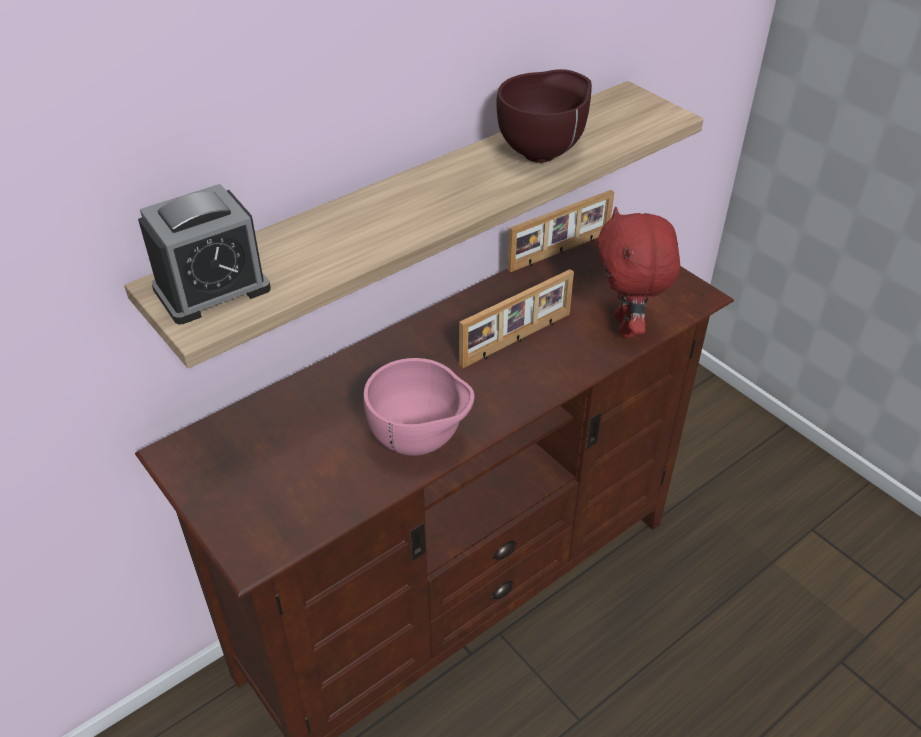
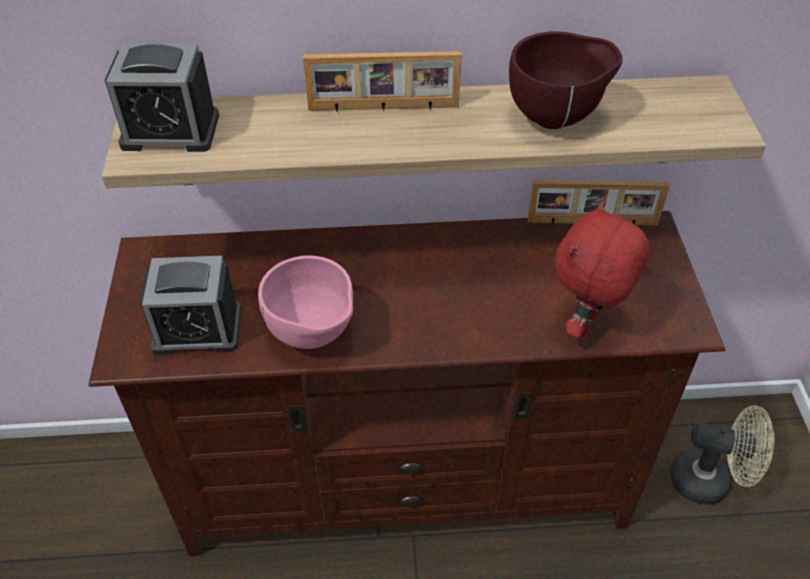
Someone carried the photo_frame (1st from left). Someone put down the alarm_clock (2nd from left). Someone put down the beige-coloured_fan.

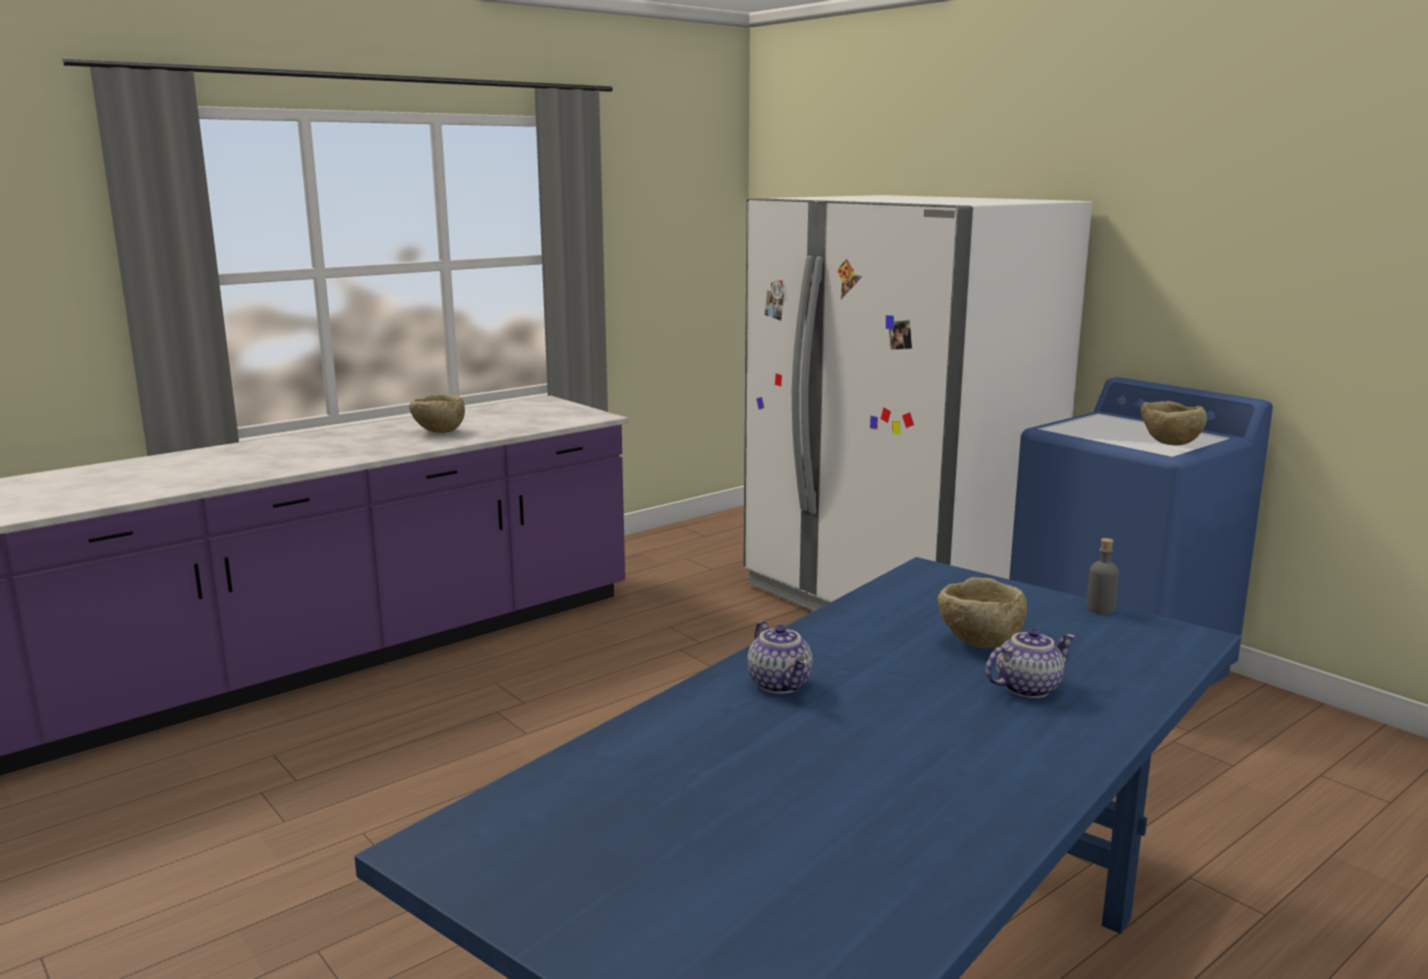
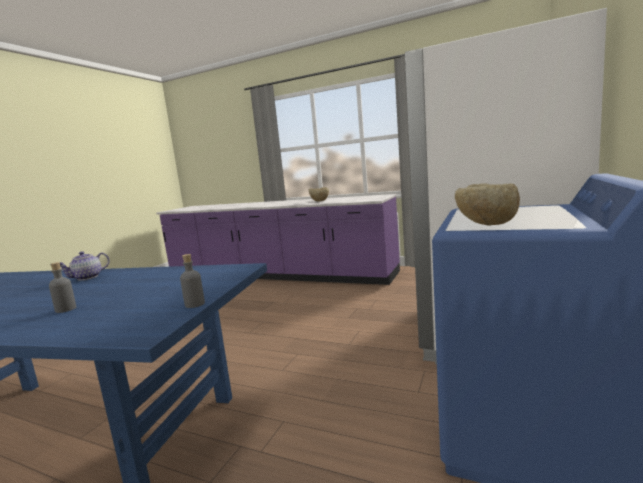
Someone took away the beige-coloured_deep_dish (2nd from left). Someone swapped the pot_for_tea (2nd from left) for the grey_beverage_bottle (1st from left).

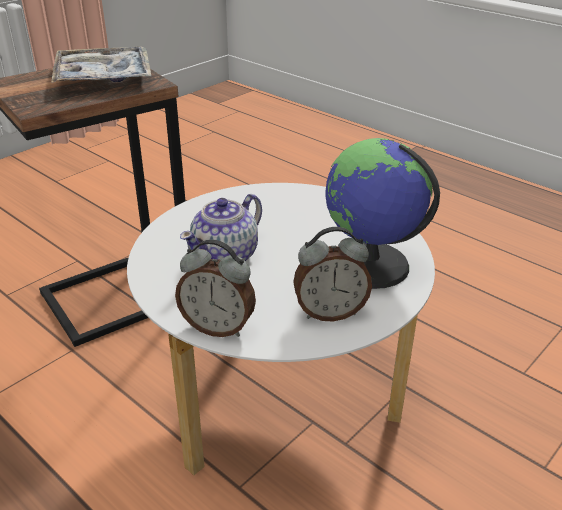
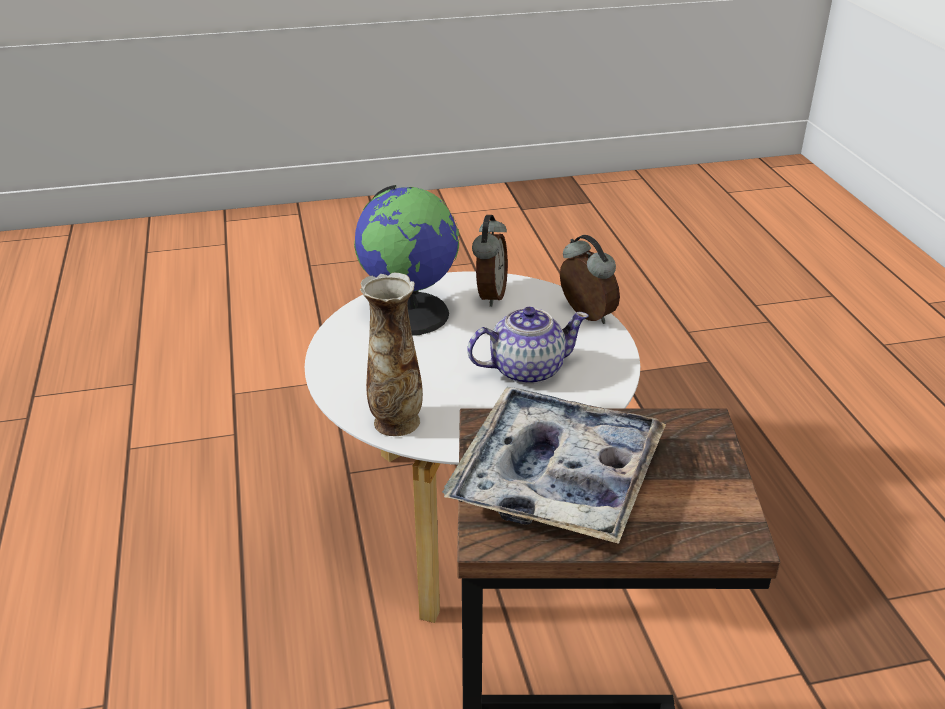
Someone rotated the alarm_clock (2nd from left in the first image) by 75 degrees clockwise. Someone put down the decorative_vase.

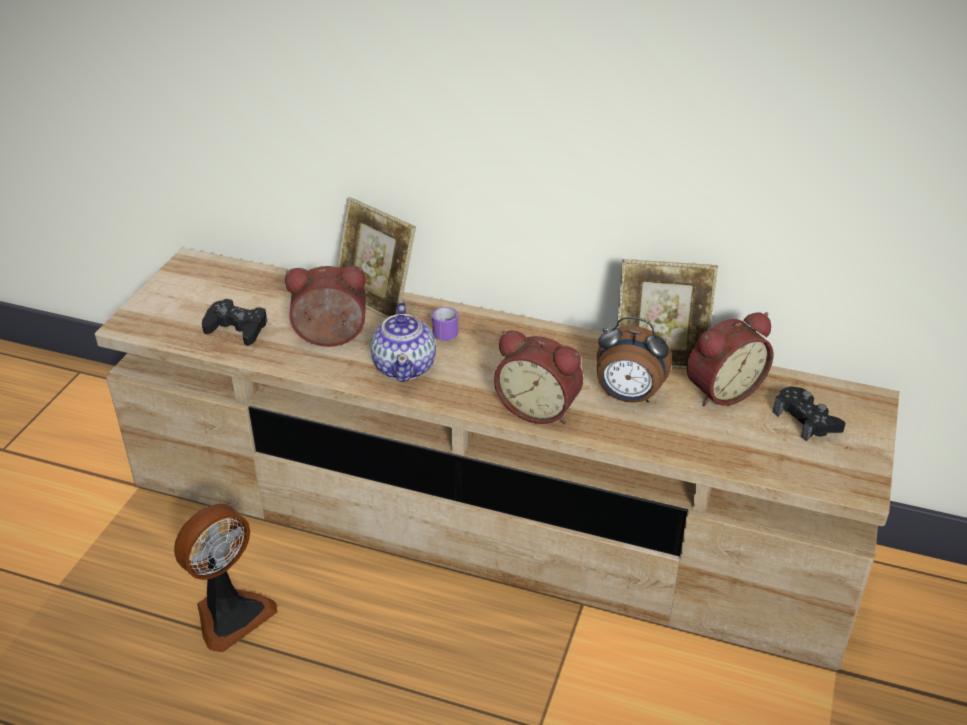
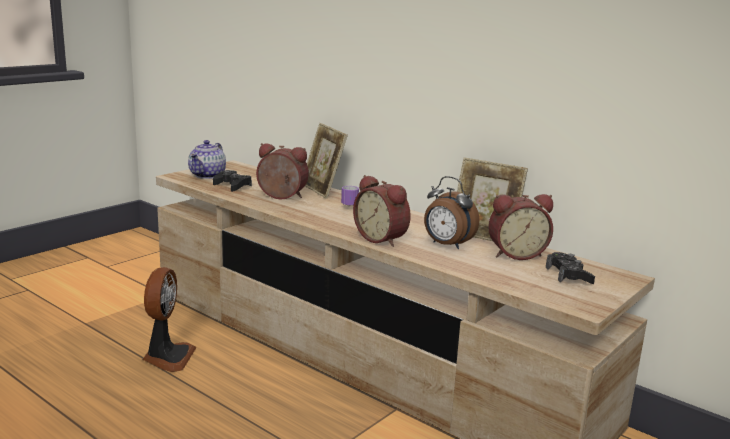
Someone rotated the fan by 60 degrees counterclockwise. Someone carried the pot_for_tea.

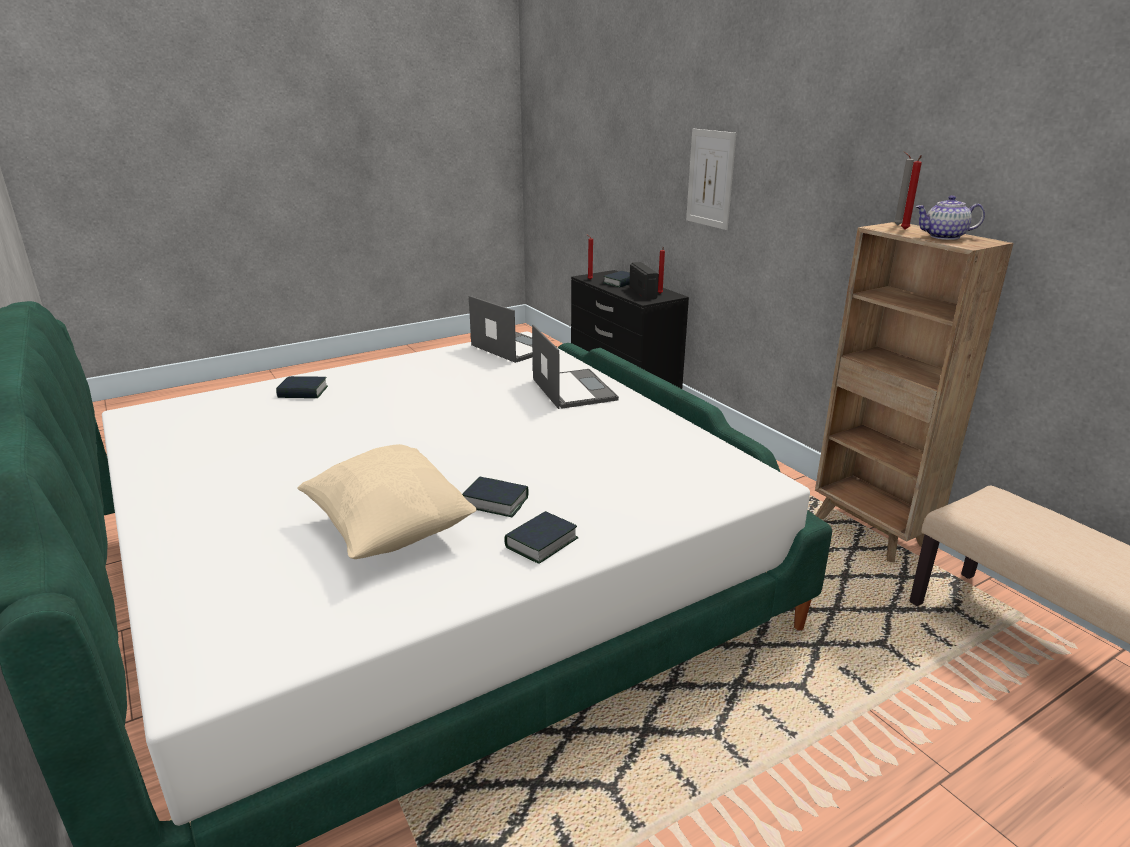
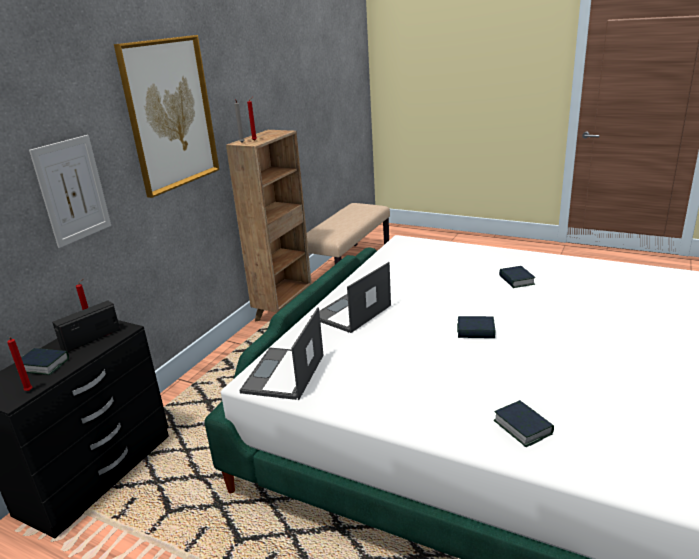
Someone took away the beige-coloured_throw_pillow. Someone carried the bound_book (3rd from left in the first image). Someone took away the pot_for_tea. Someone put up the picture (2nd from left).

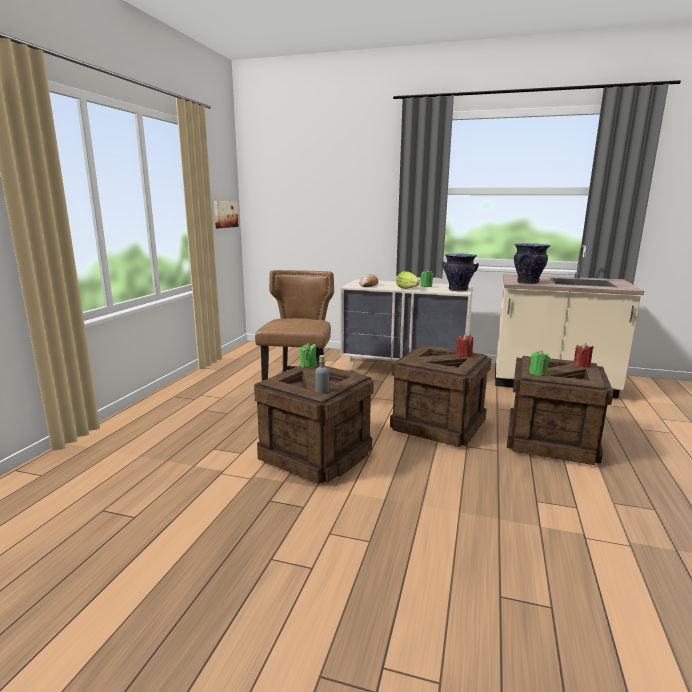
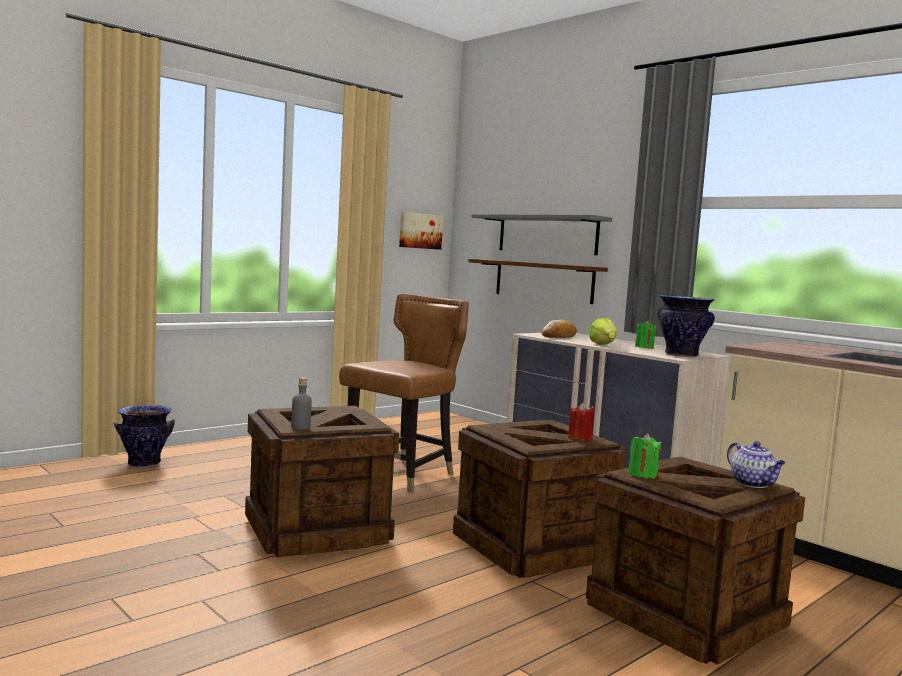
Someone took away the greenish_wax_light (1st from left). Someone carried the decorative_vase (2nd from left in the first image). Someone swapped the reddish_wax_light (2nd from left) for the pot_for_tea. Someone put up the brown_wall_shelf. Someone put up the grey_wall_shelf.

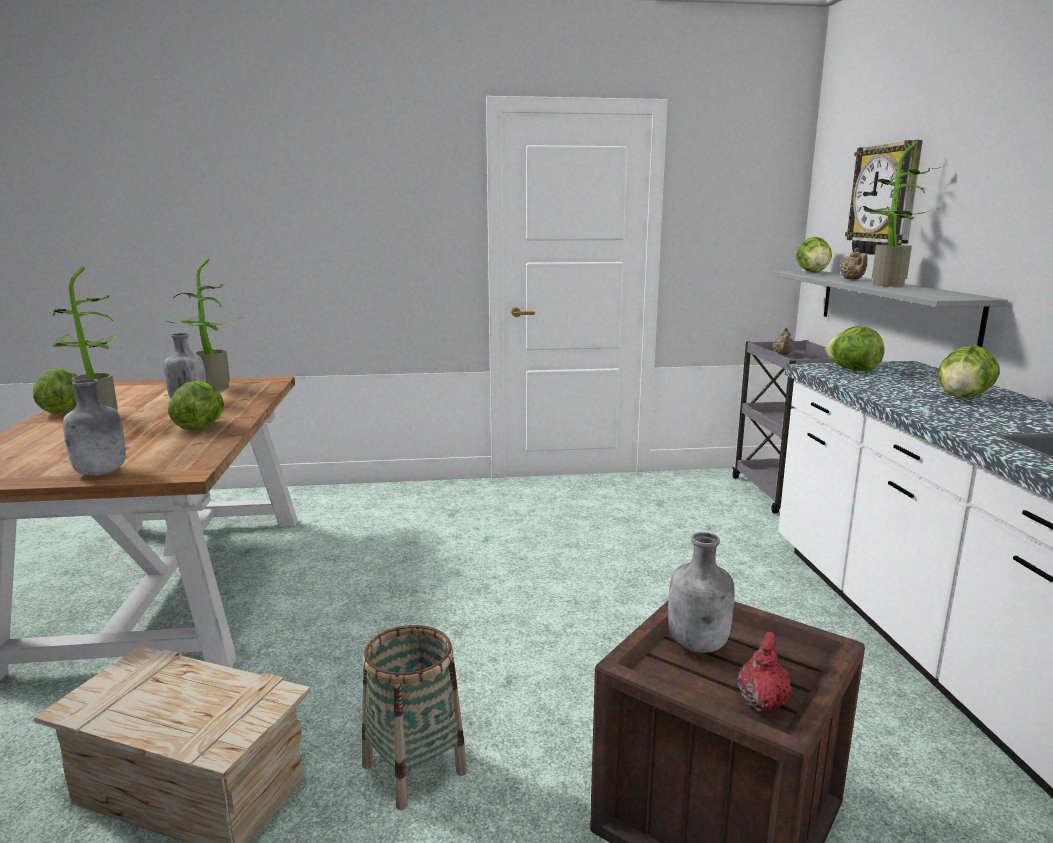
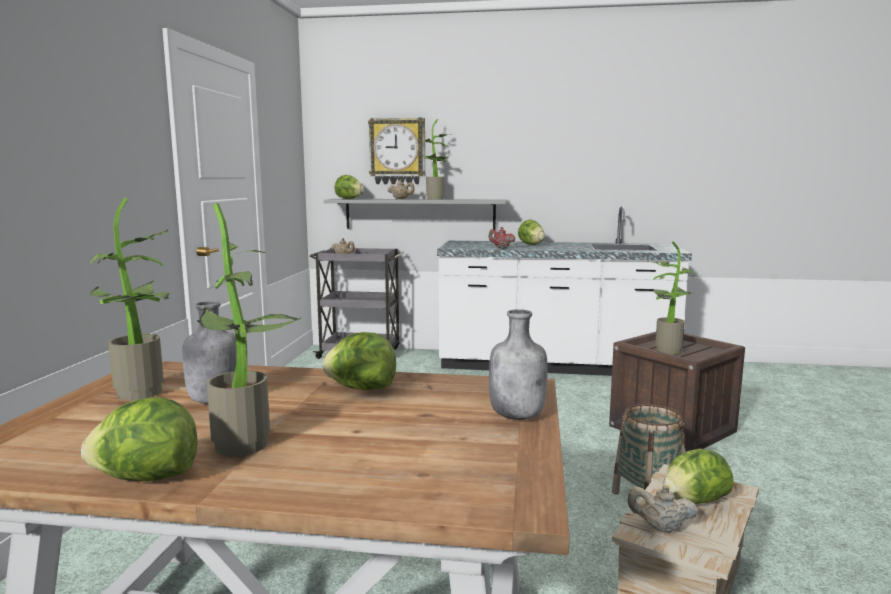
Someone swapped the grey_beverage_bottle (3rd from left) for the houseplant (4th from left). Someone carried the reddish_pot_for_tea. Someone carried the lettuce (4th from left in the first image). Someone put down the beige-coloured_pot_for_tea (3rd from left).

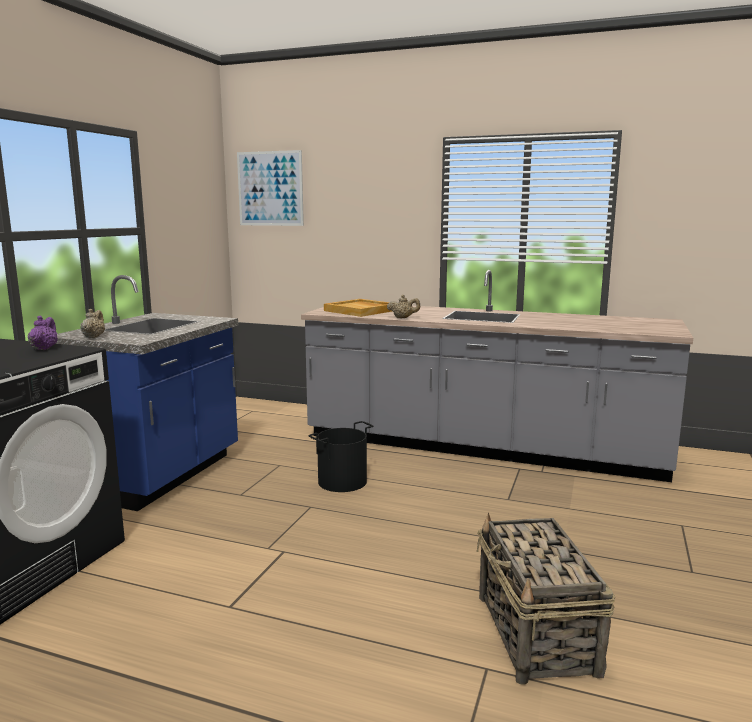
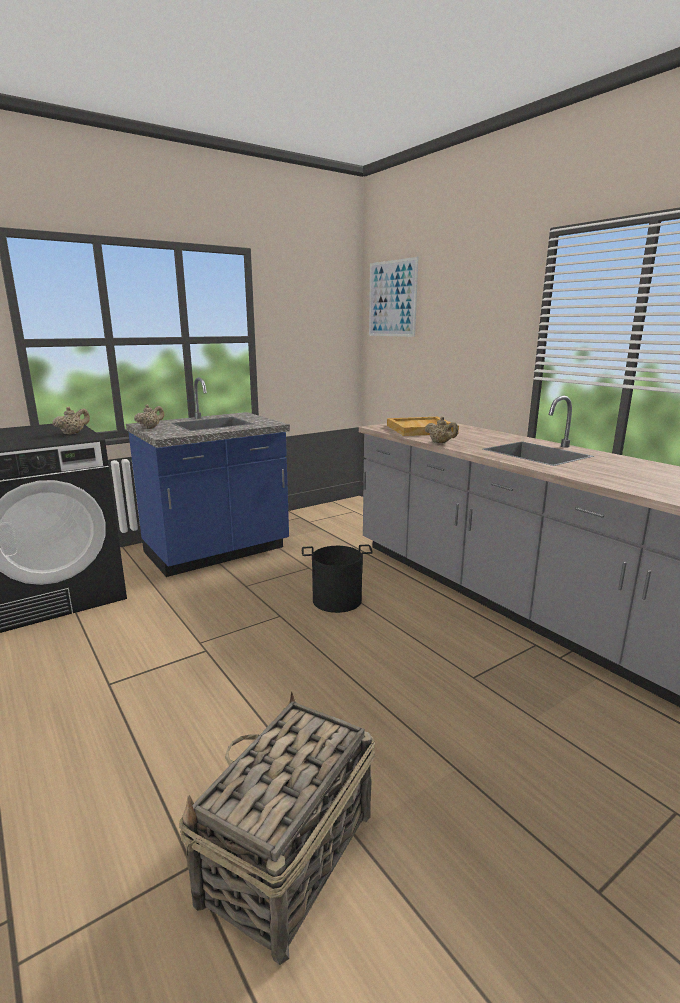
Someone repainted the purplish_pot_for_tea, which became the beige-coloured_pot_for_tea (1st from left).

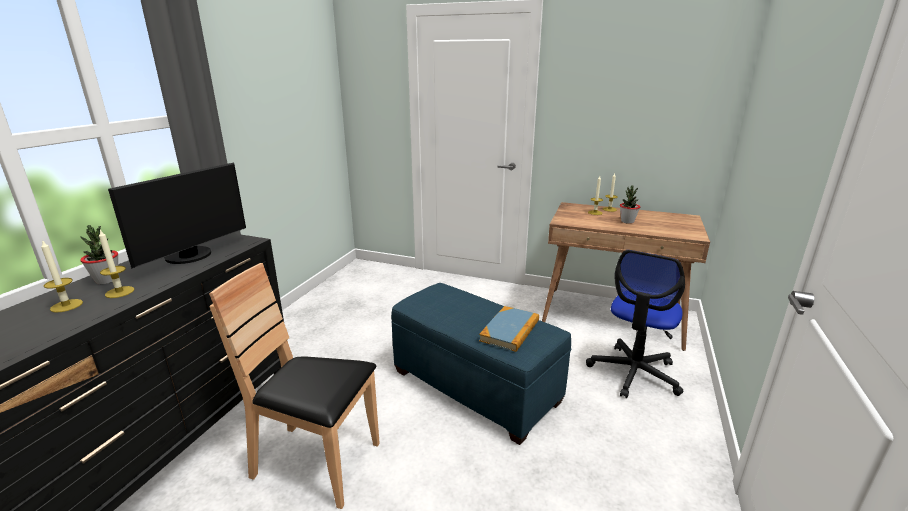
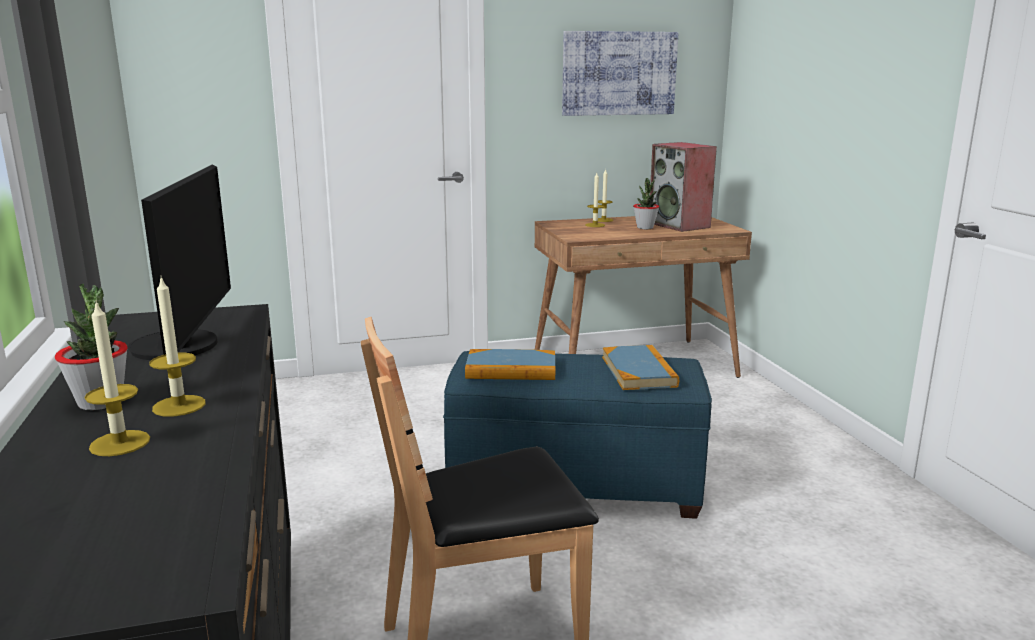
Someone took away the office_chair. Someone put down the bound_book (1st from left). Someone put up the picture. Someone put down the speaker.

